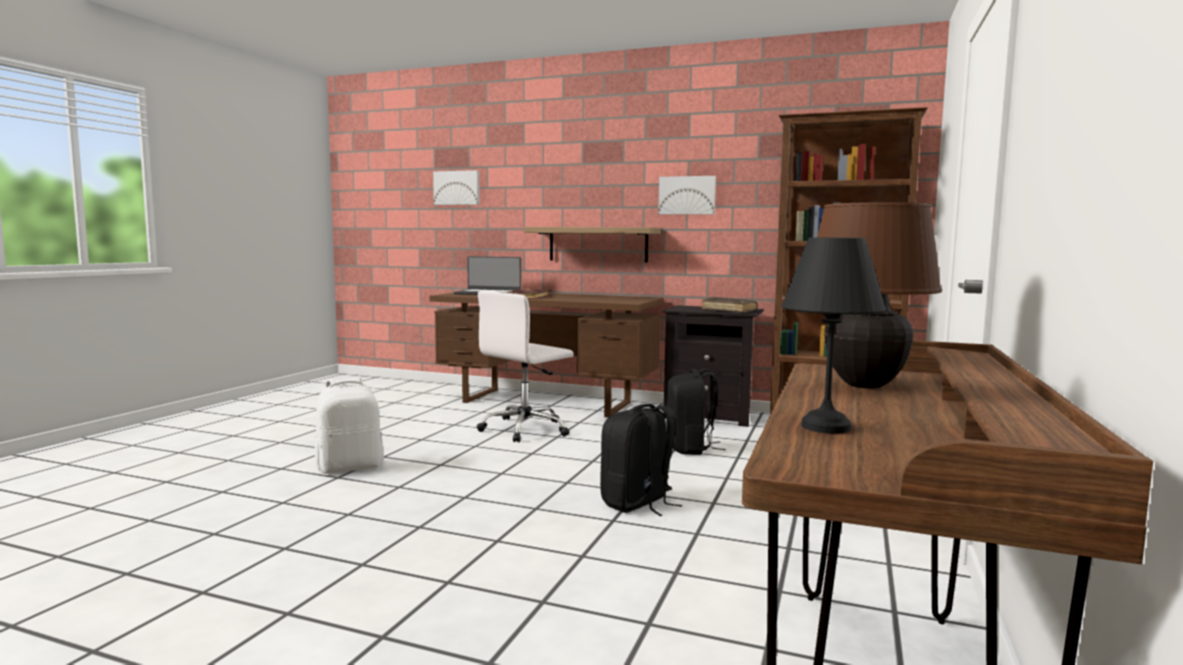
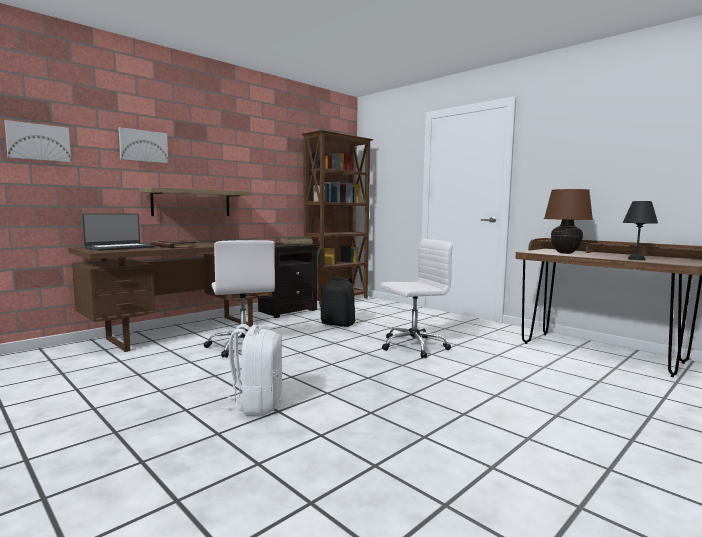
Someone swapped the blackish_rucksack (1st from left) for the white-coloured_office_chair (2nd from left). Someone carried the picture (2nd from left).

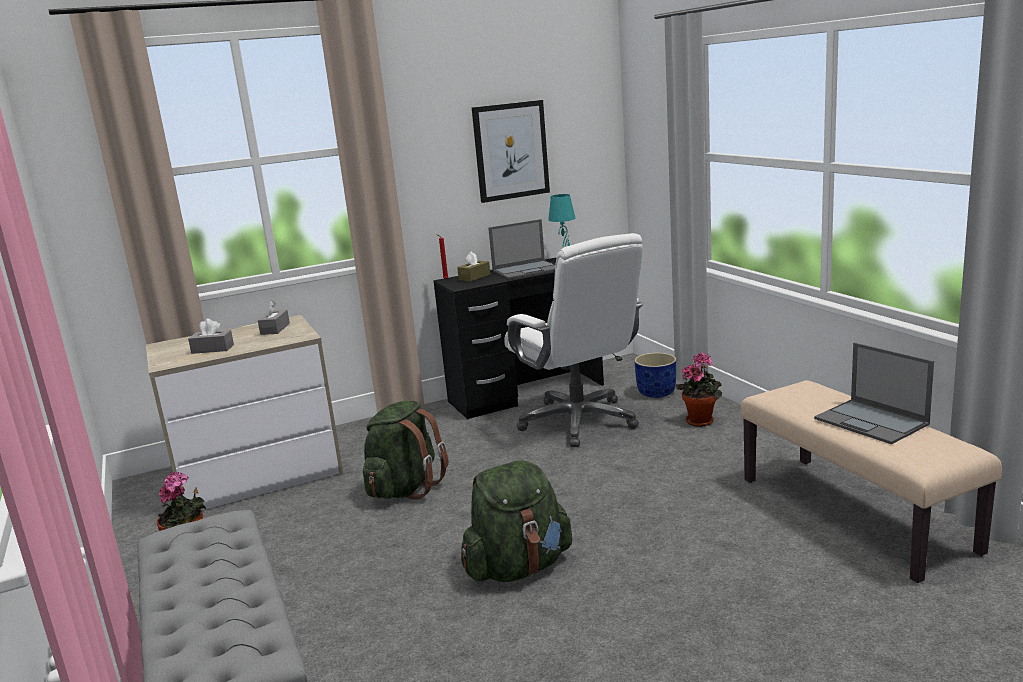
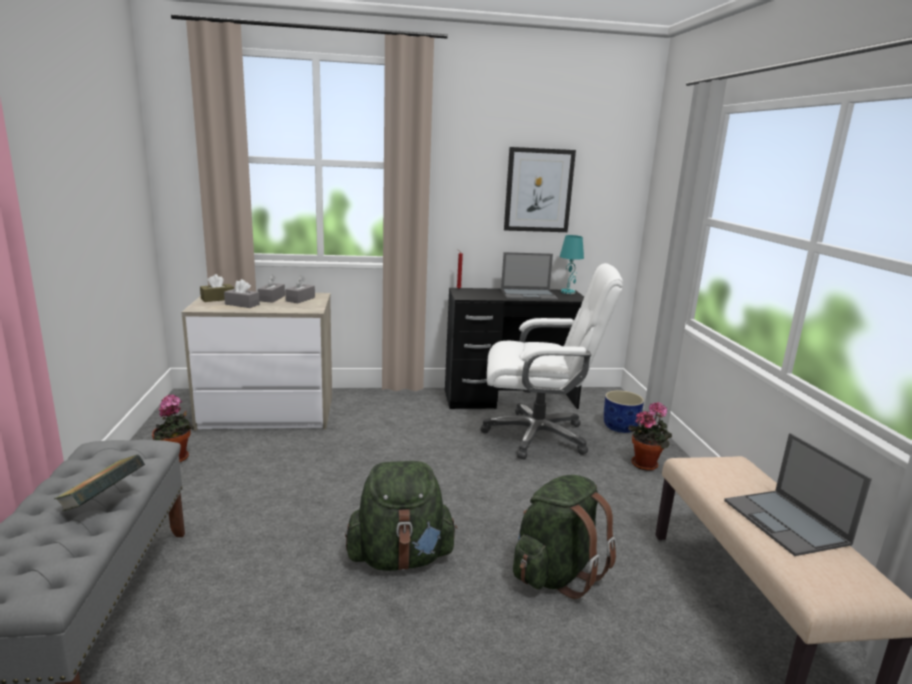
Someone carried the greenish_rucksack (1st from left in the first image). Someone carried the brown_box_of_tissues. Someone rotated the white-coloured_office_chair by 75 degrees counterclockwise. Someone put down the bound_book. Someone put down the grey_box_of_tissues (2nd from left).

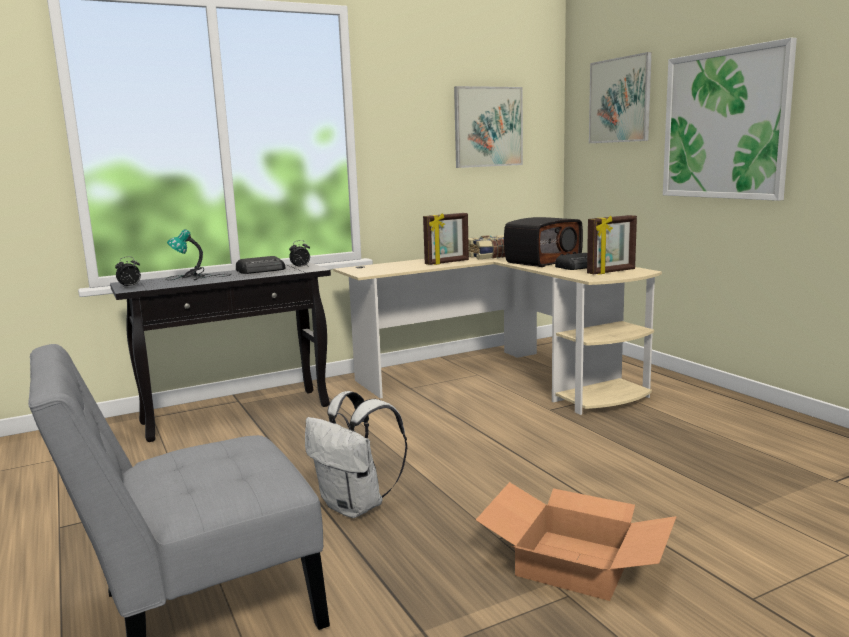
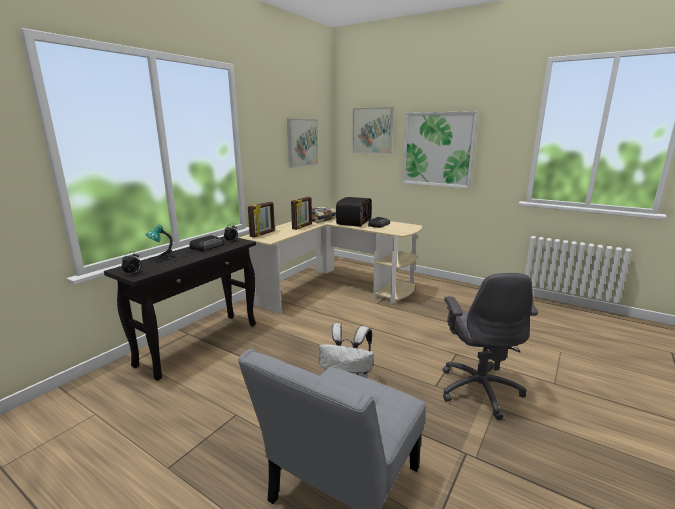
Someone swapped the packing_box for the grey_office_chair. Someone carried the photo_frame (2nd from left in the first image).

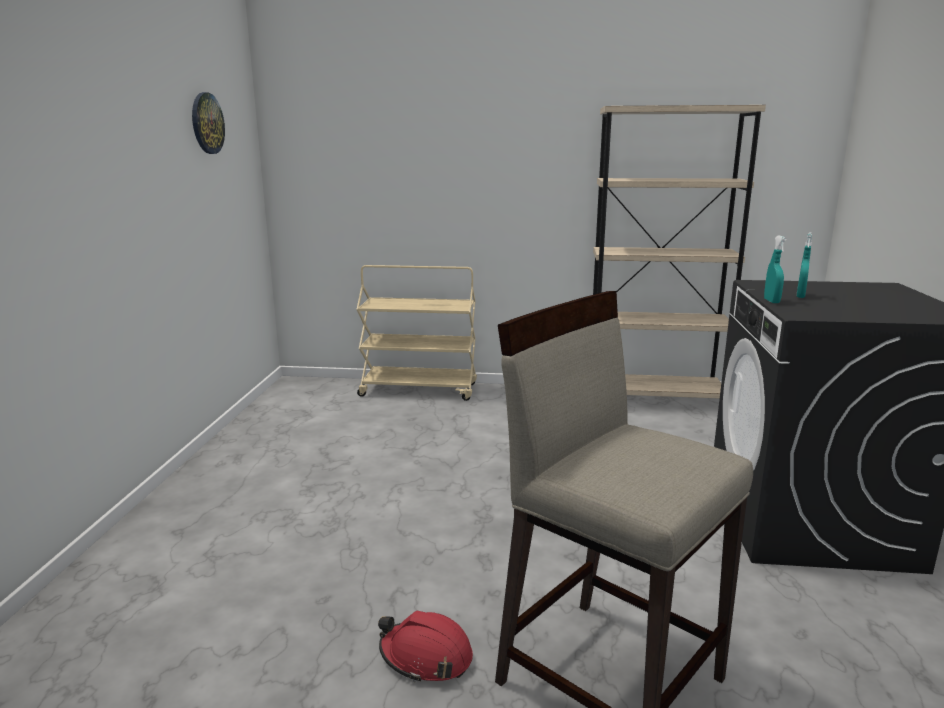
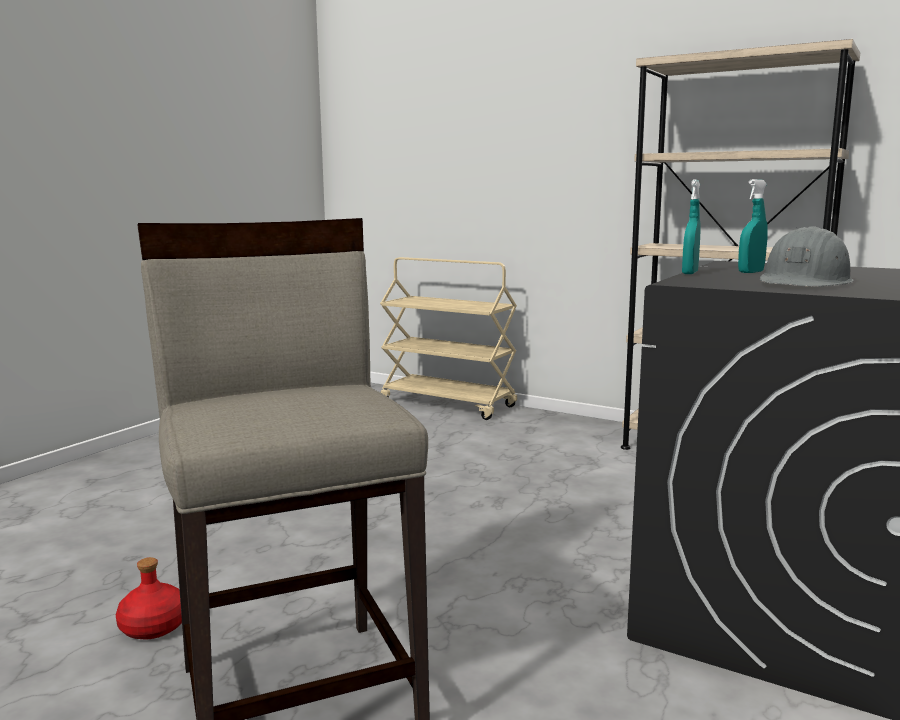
Someone took away the clock_on_the_wall. Someone swapped the reddish_hard_hat for the reddish_beverage_bottle. Someone put down the grey_hard_hat.

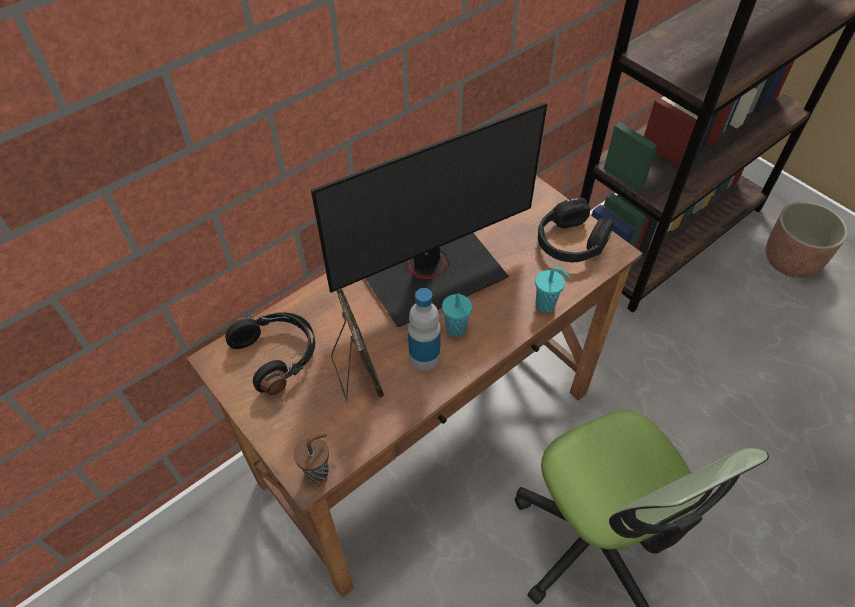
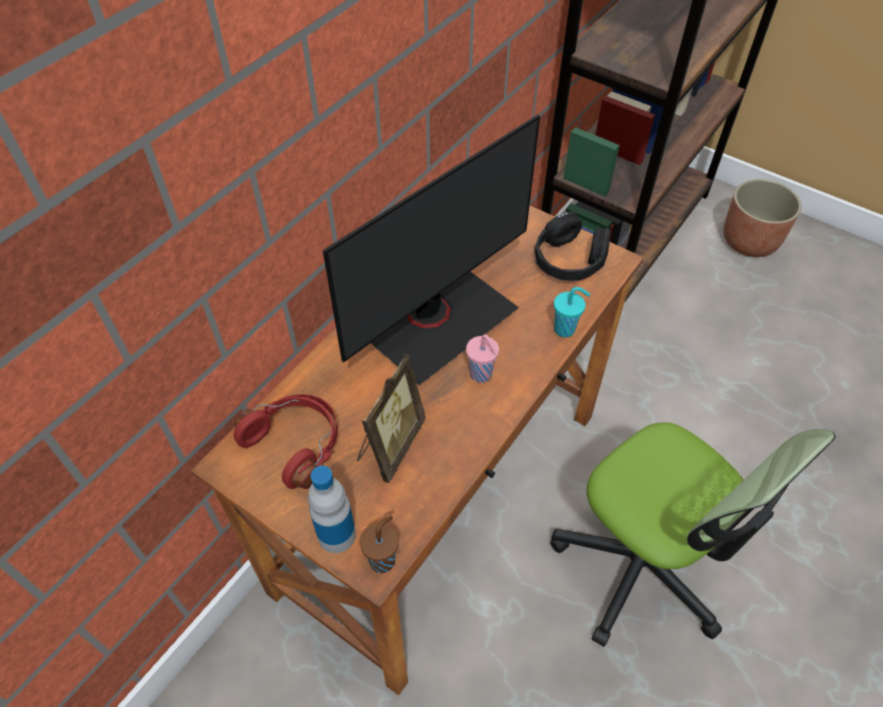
Someone repainted the blackish_pair_of_headphones (1st from left), which became the reddish_pair_of_headphones. Someone rotated the photo_frame by 60 degrees clockwise. Someone carried the beverage_bottle. Someone repainted the blue-green_small_cup (1st from left), which became the pinkish_small_cup.

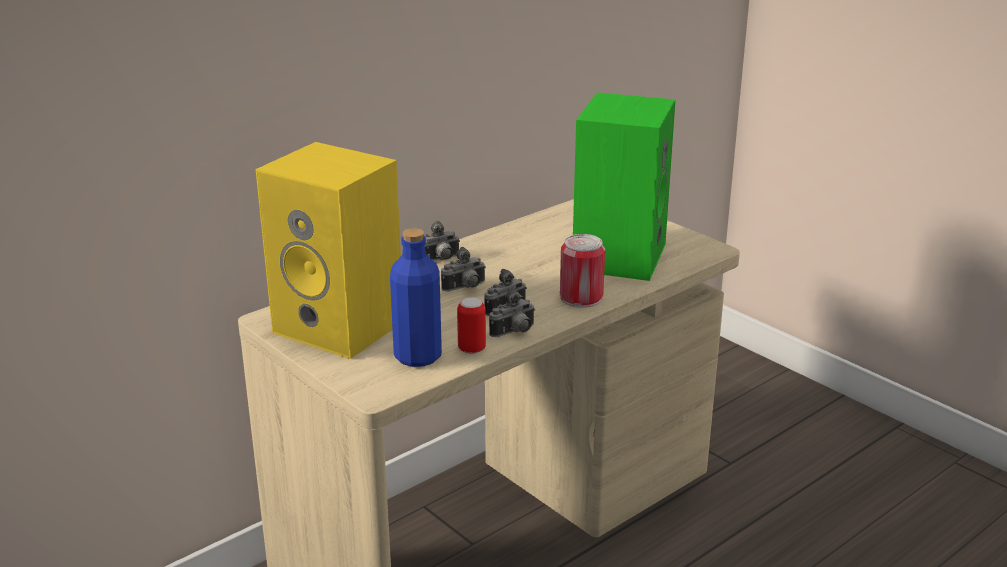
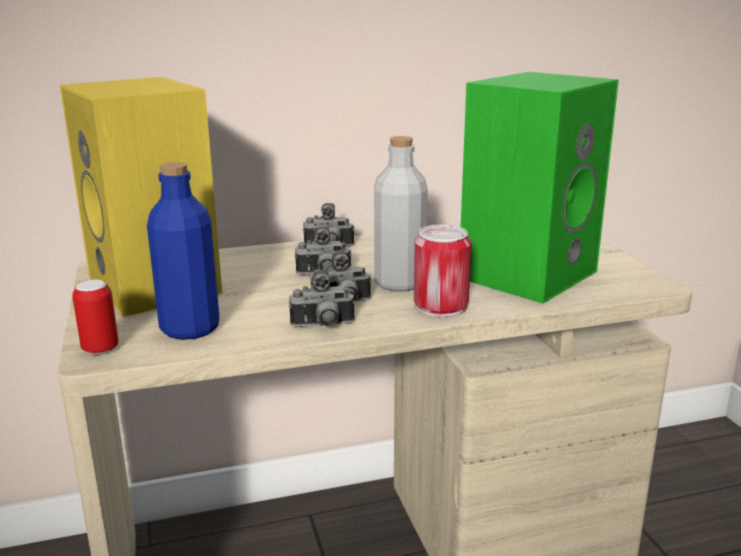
Someone carried the can (1st from left). Someone put down the grey_beverage_bottle.

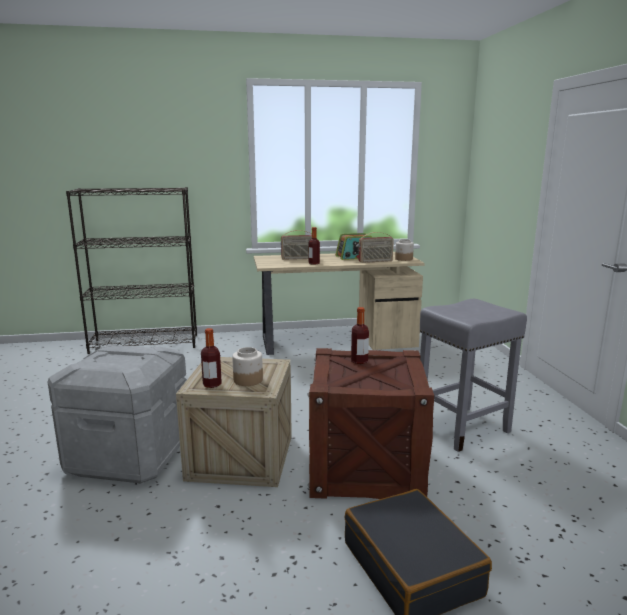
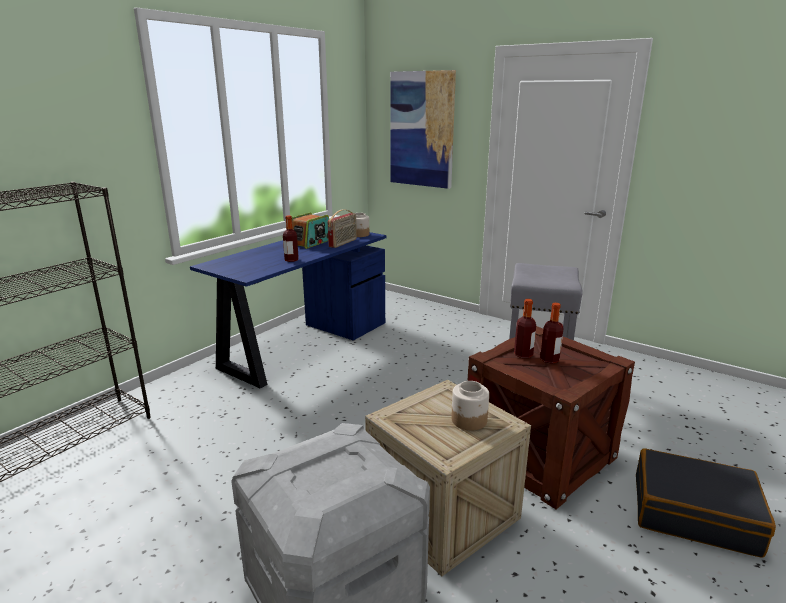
Someone carried the beverage_bottle (1st from left in the first image). Someone repainted the beige-coloured_desk, which became the blue_desk. Someone took away the radio_receiver (1st from left). Someone put up the picture.

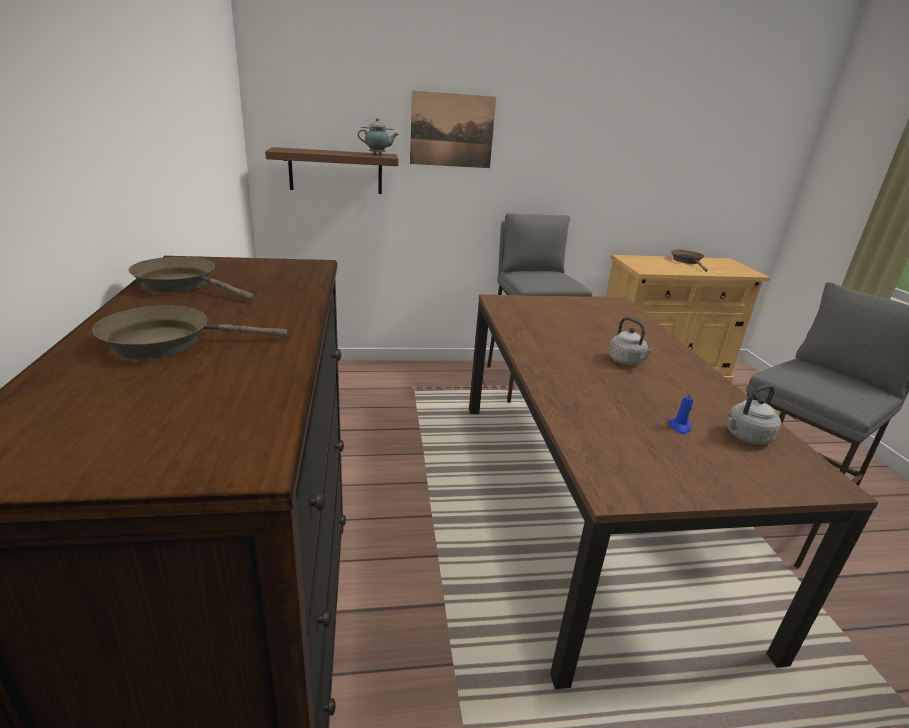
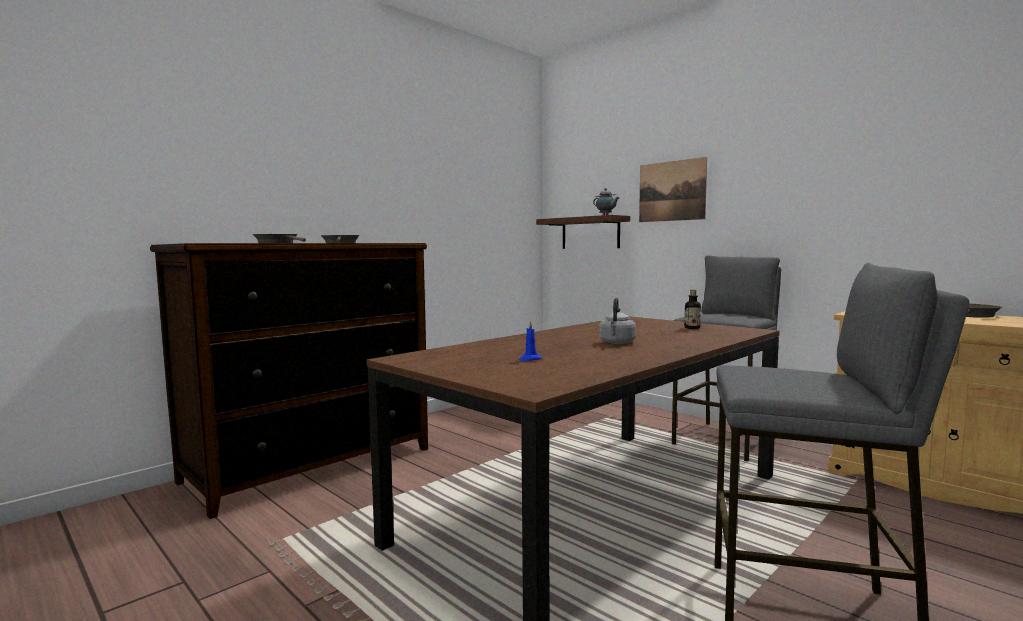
Someone took away the grey_water_kettle (2nd from left). Someone put down the beverage_bottle.

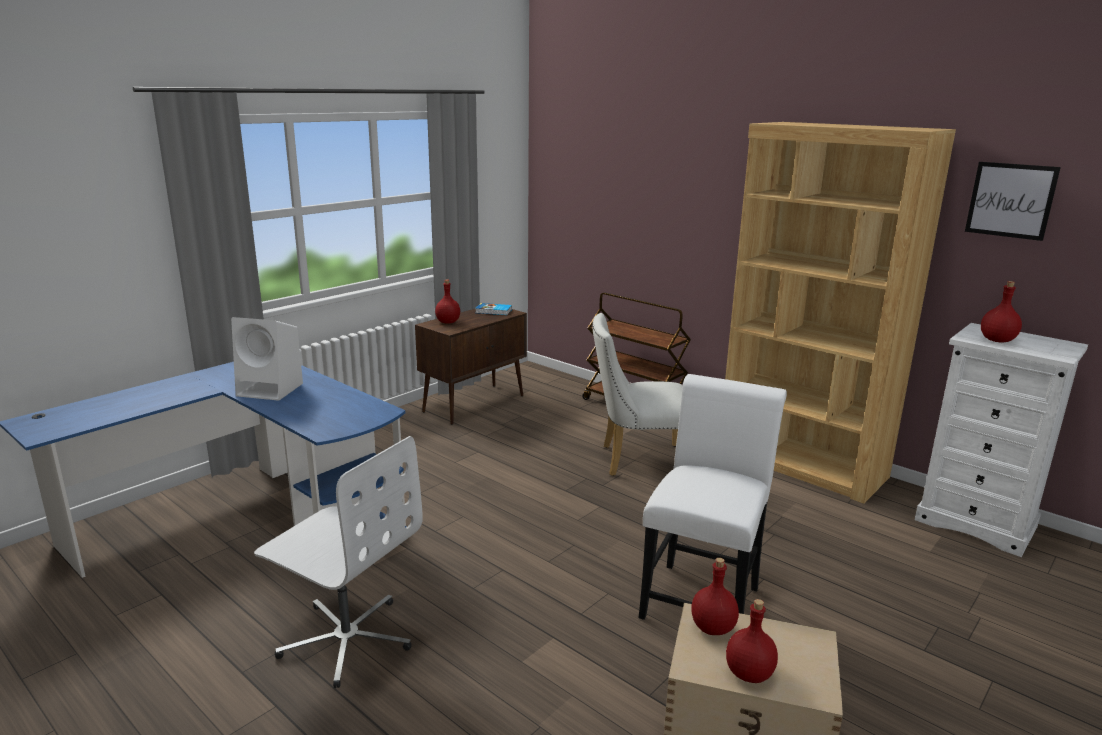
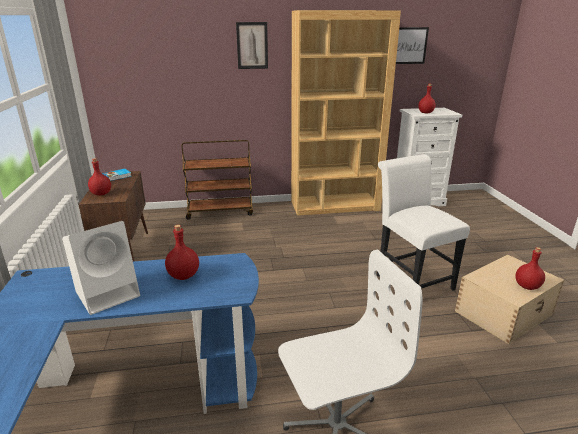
Someone took away the white-coloured_chair (1st from left). Someone carried the reddish_beverage_bottle (2nd from left). Someone put up the picture (1st from left).

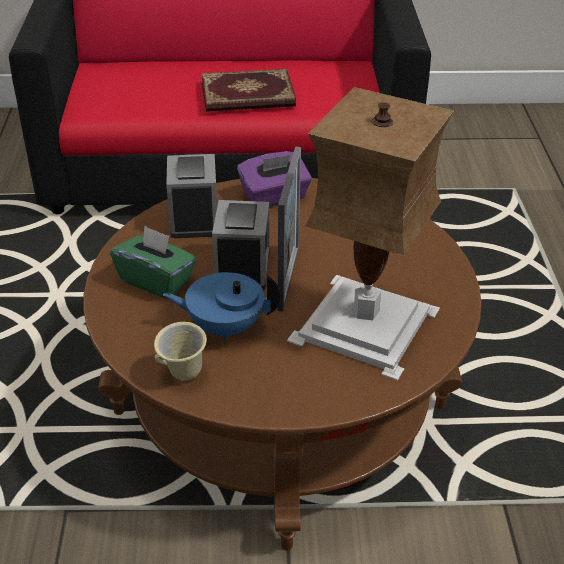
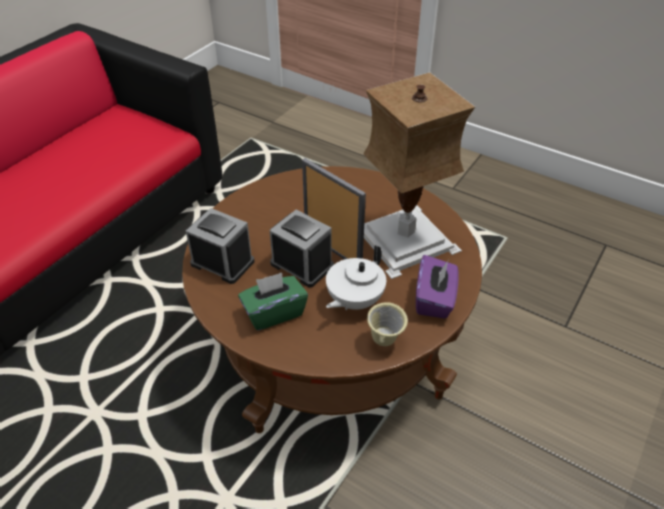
Someone repainted the blue_pot_for_tea, which became the white-coloured_pot_for_tea. Someone took away the bound_book. Someone carried the purplish_box_of_tissues.

